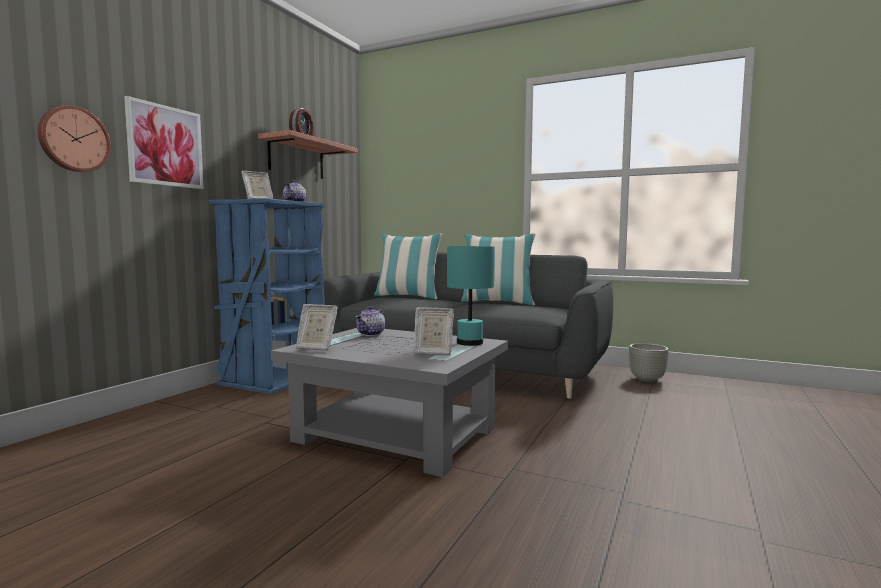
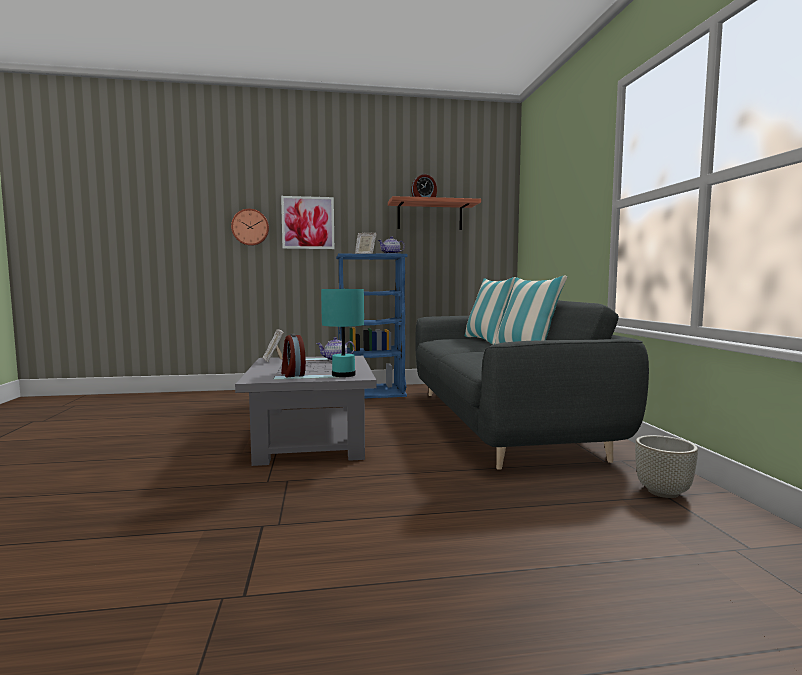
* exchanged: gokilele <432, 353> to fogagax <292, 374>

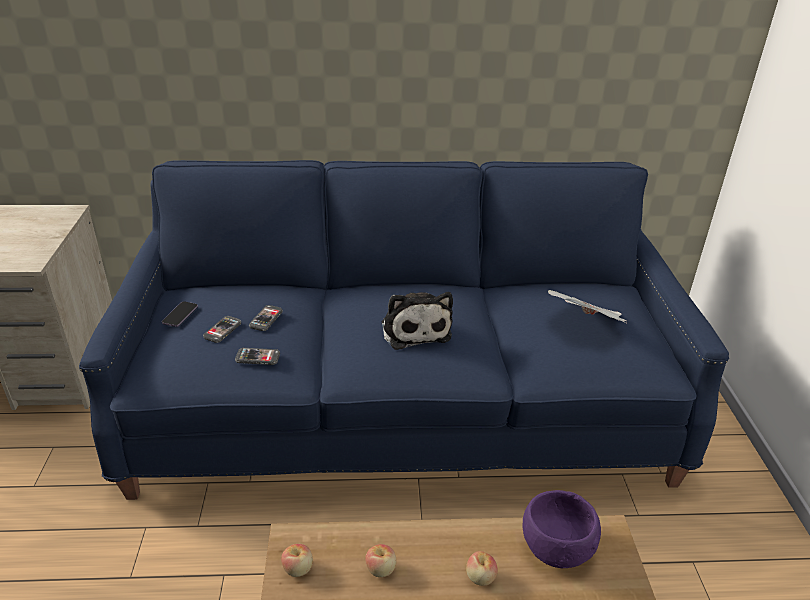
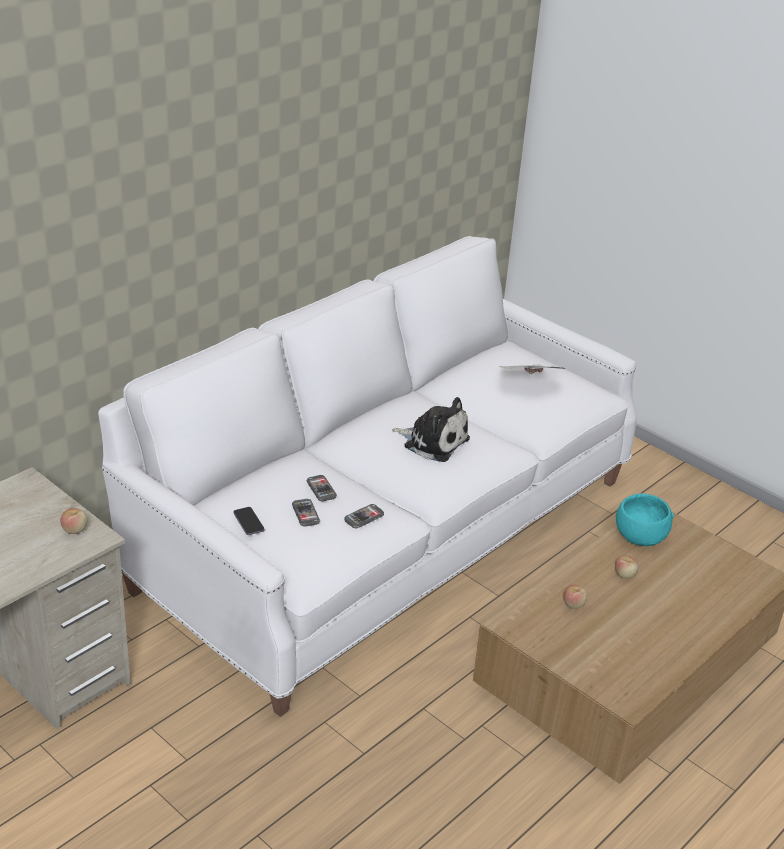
* colour: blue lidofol <402, 406> to white lidofol <385, 530>
* relocated: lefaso <298, 569> to <75, 530>
* colour: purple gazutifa <555, 546> to turquoise gazutifa <639, 536>

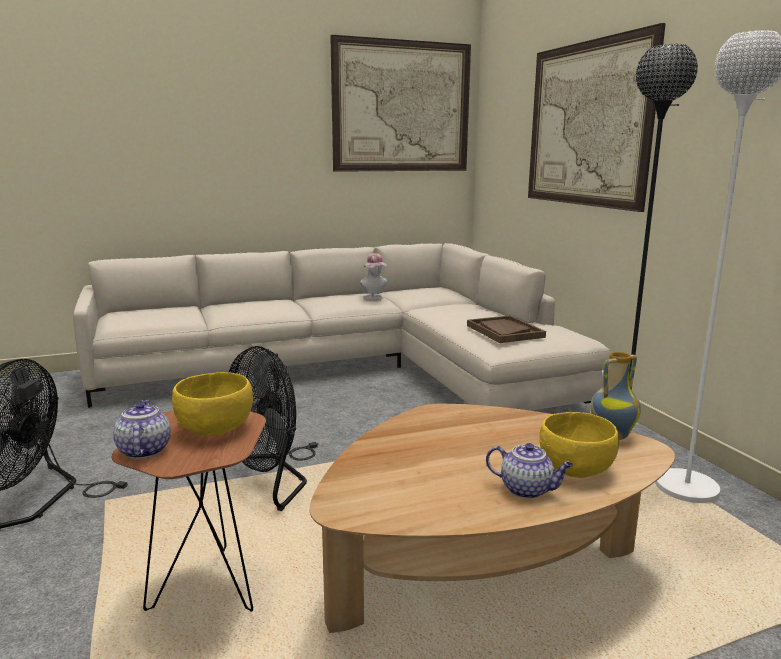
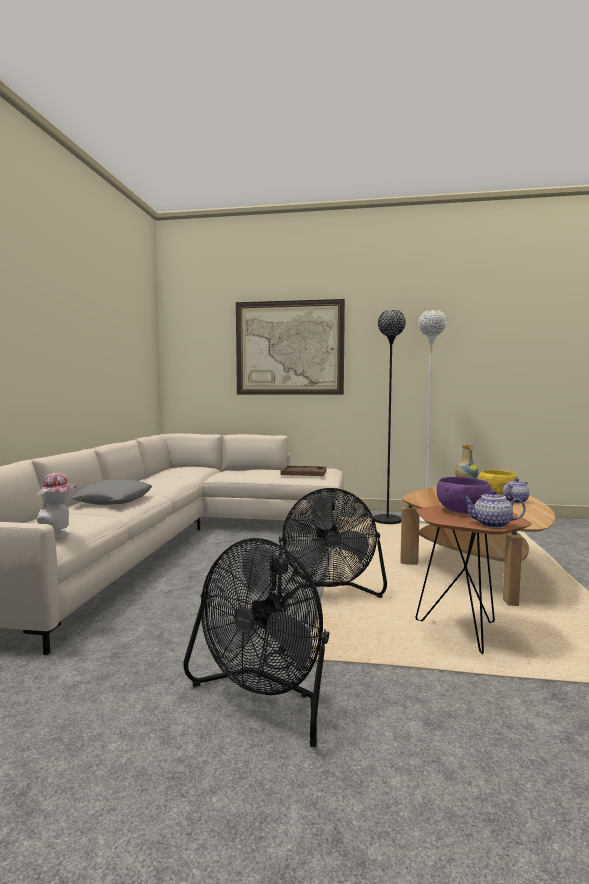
* colour: yellow gazutifa <216, 428> to purple gazutifa <462, 511>
* missing: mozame <402, 107>
* relocated: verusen <374, 298> to <58, 535>
* appeared: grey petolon <114, 499>

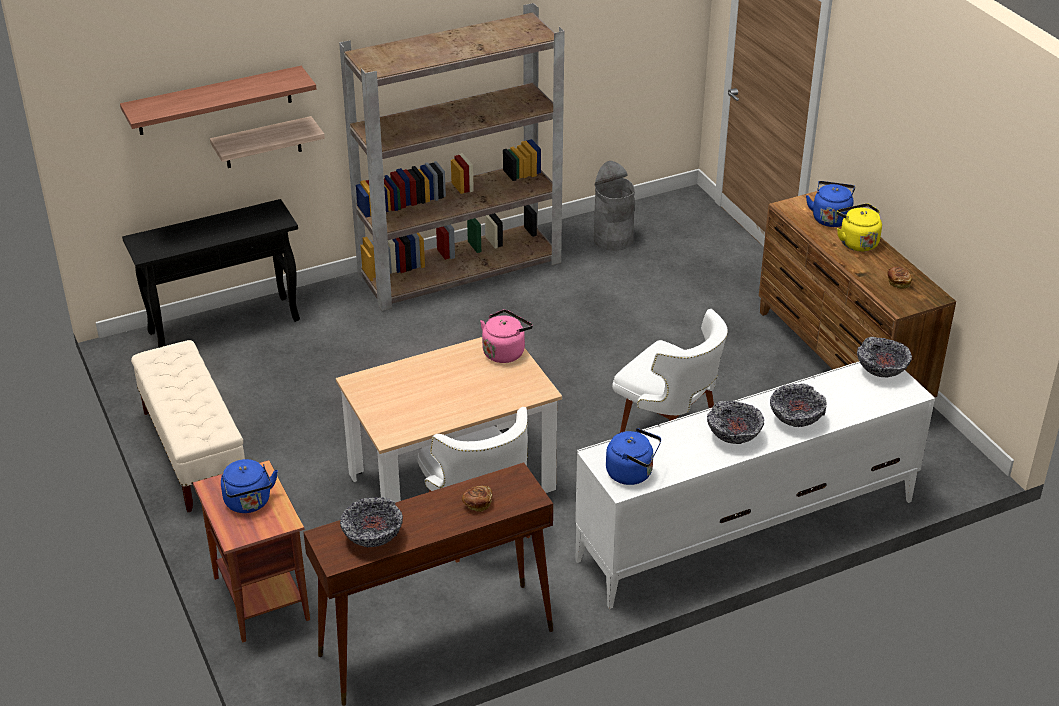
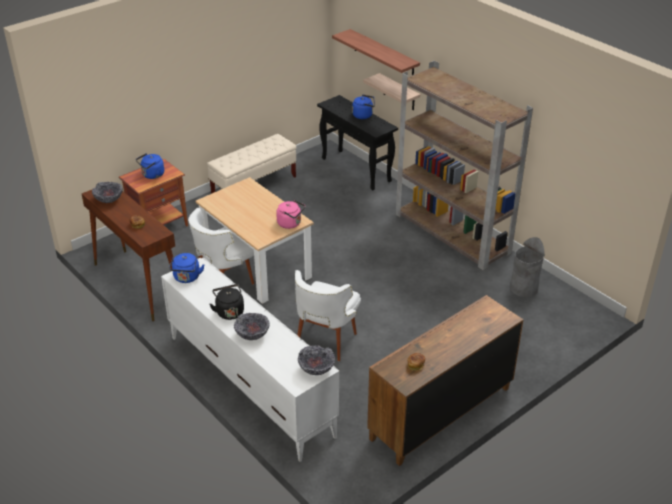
* exchanged: gazutifa <733, 436> to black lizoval <229, 311>
* relocated: blue lizoval <830, 218> to <364, 115>
* missing: yellow lizoval <856, 242>

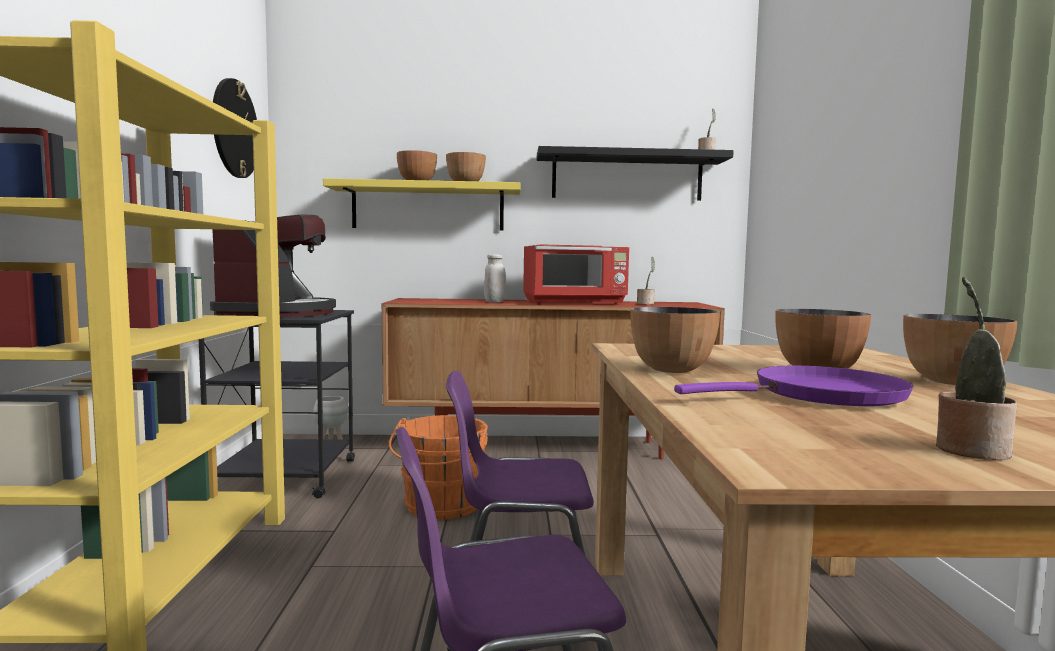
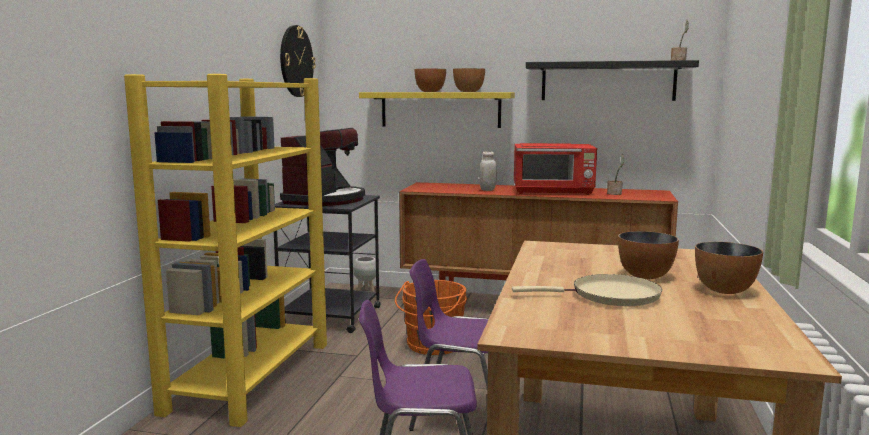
* missing: gazutifa <672, 370>
* colour: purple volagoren <820, 395> to beige volagoren <609, 296>
* missing: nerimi <969, 449>

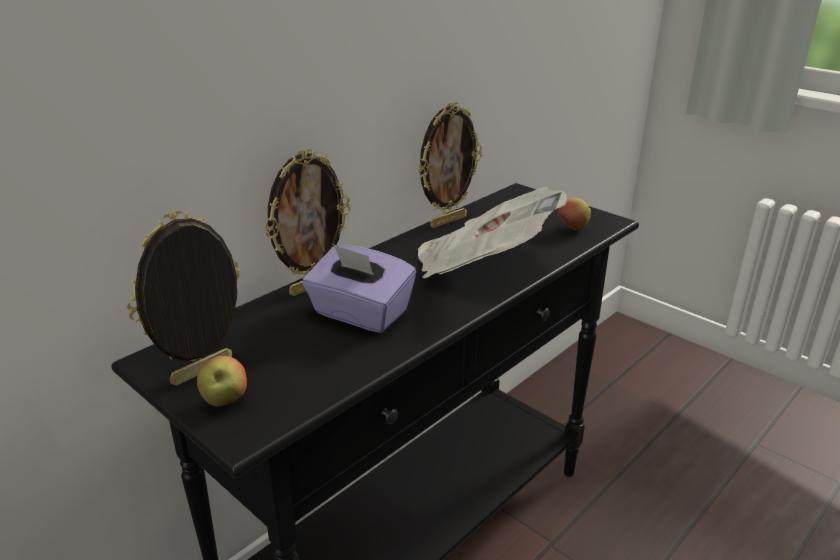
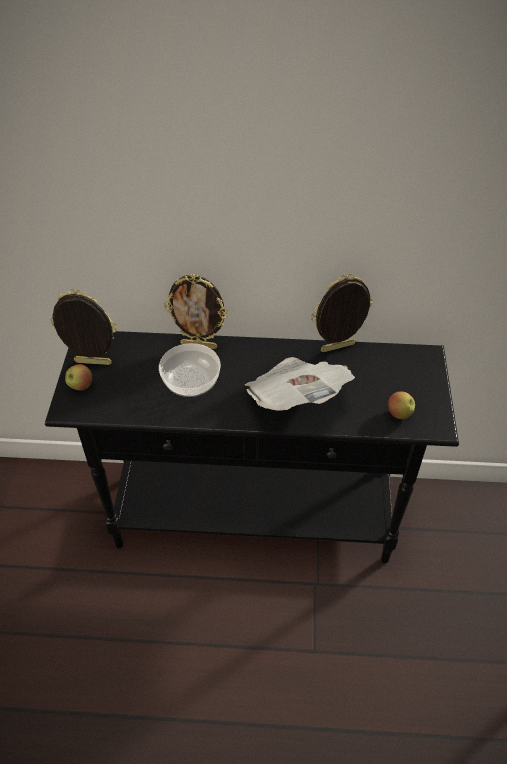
* exchanged: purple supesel <360, 314> to gazutifa <192, 381>
* spun: gokilele <447, 221> = <338, 348> 150 degrees clockwise

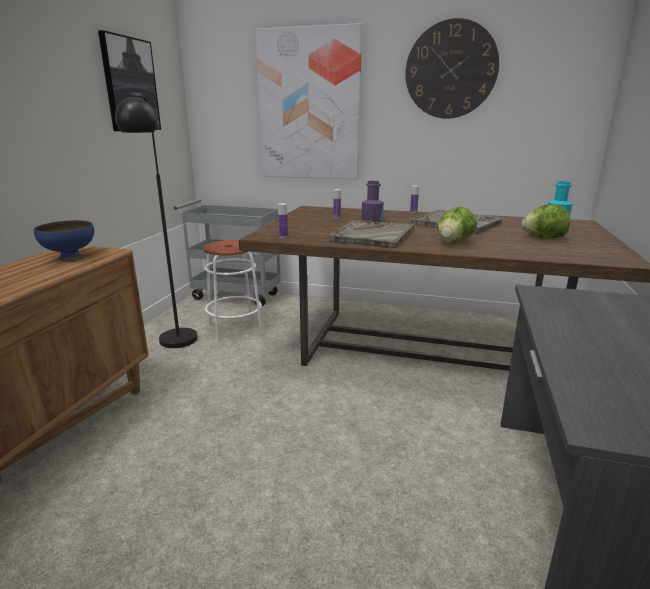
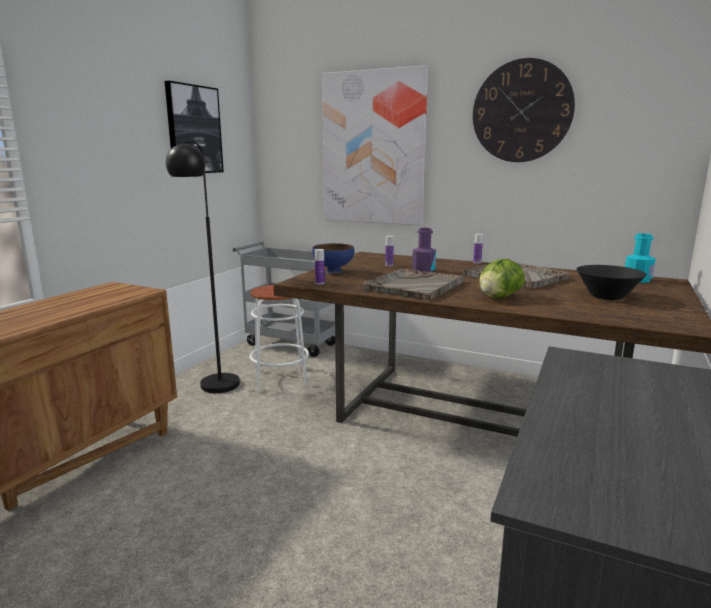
* relocated: blue gazutifa <70, 257> to <333, 272>
* exchanged: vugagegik <543, 238> to black gazutifa <607, 297>

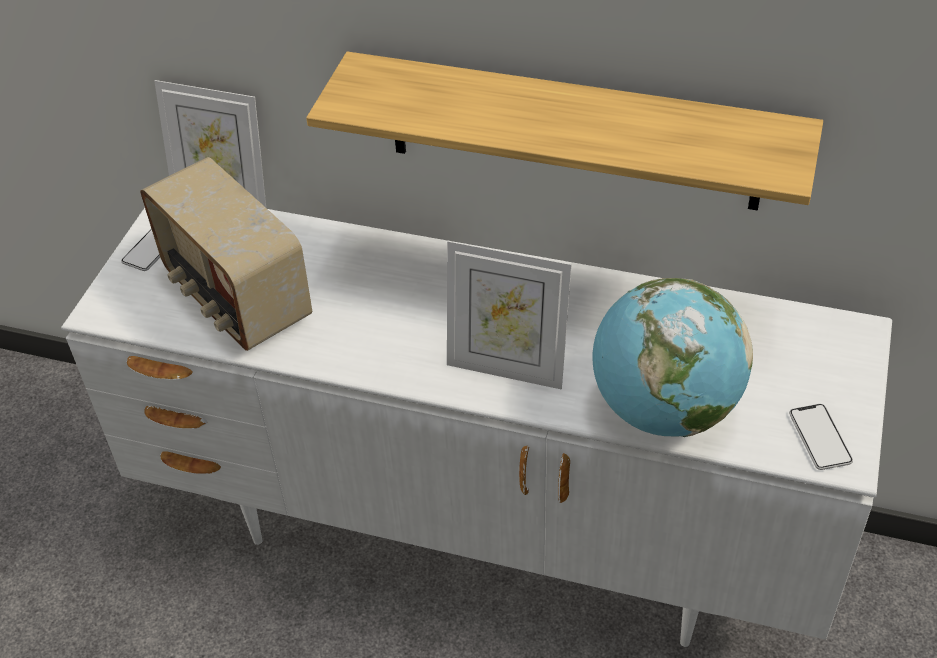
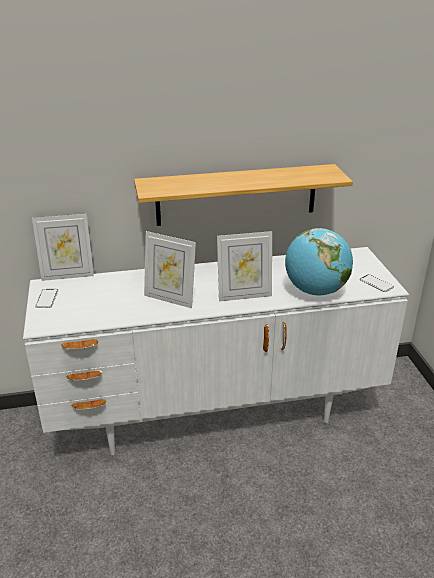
* missing: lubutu <235, 298>
* appeared: gokilele <170, 299>

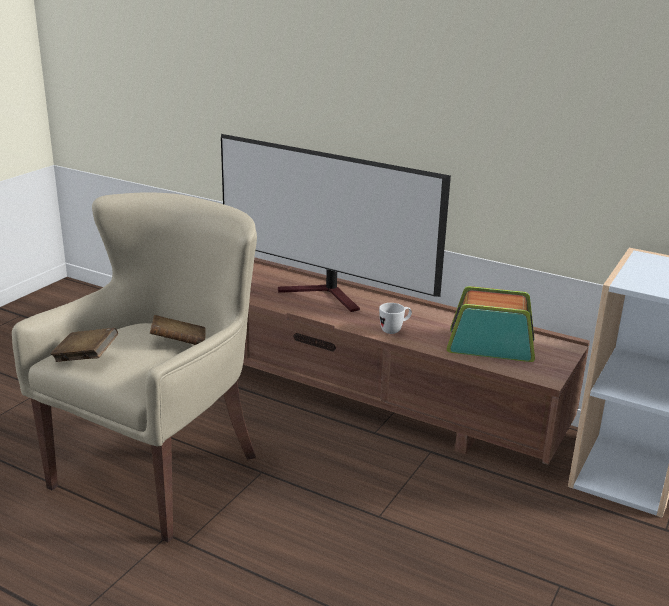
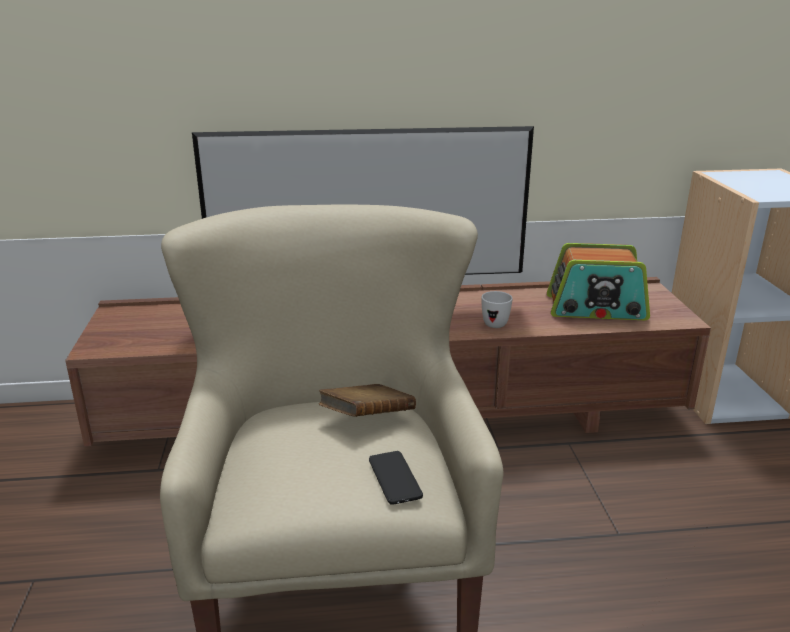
* missing: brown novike <86, 358>
* spun: lubutu <490, 346> = <596, 308> 150 degrees counterclockwise
* appeared: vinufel <394, 478>

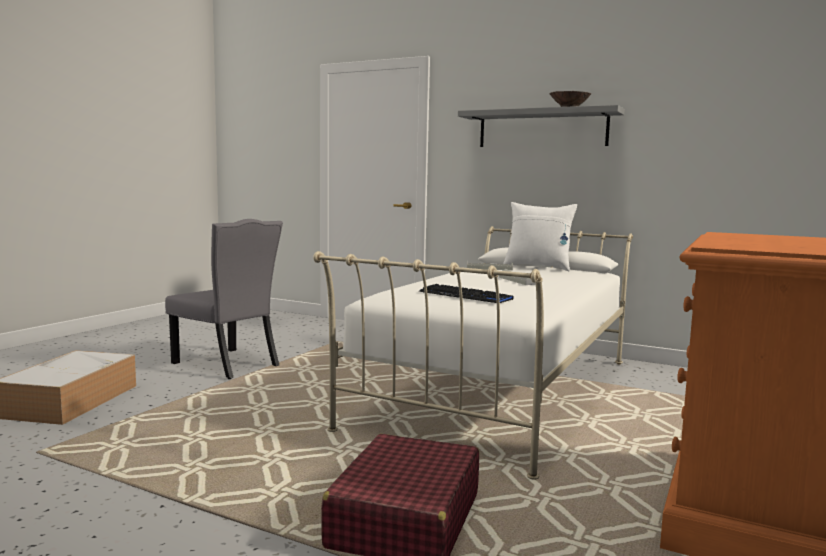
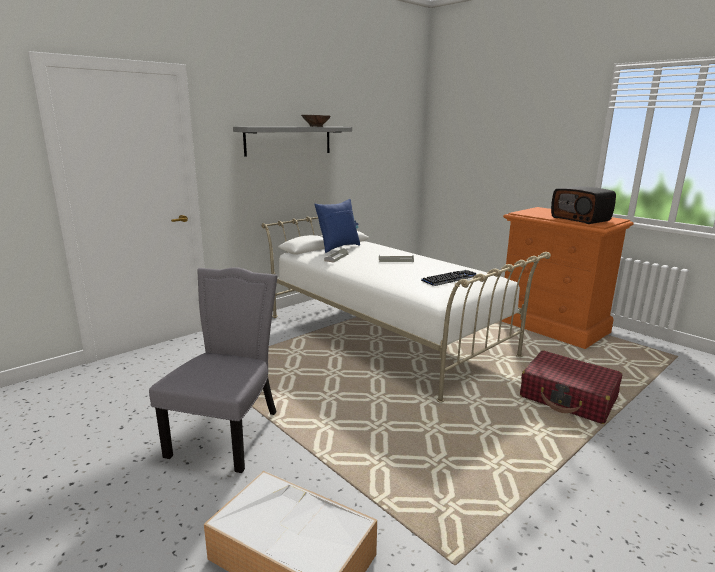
* spun: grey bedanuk <226, 363> = <226, 436> 45 degrees counterclockwise
* colour: white petolon <537, 267> to blue petolon <338, 248>
* appeared: lubutu <581, 219>

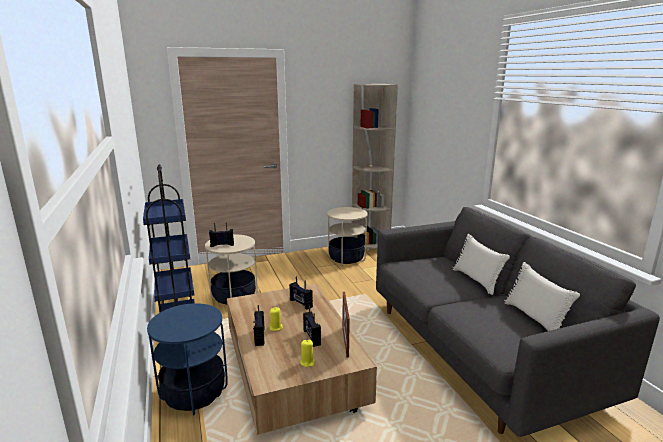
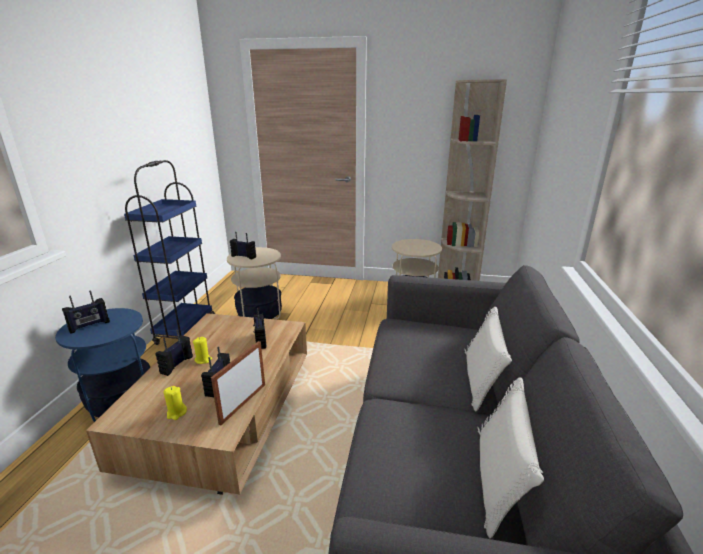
* appeared: lubutu <89, 326>

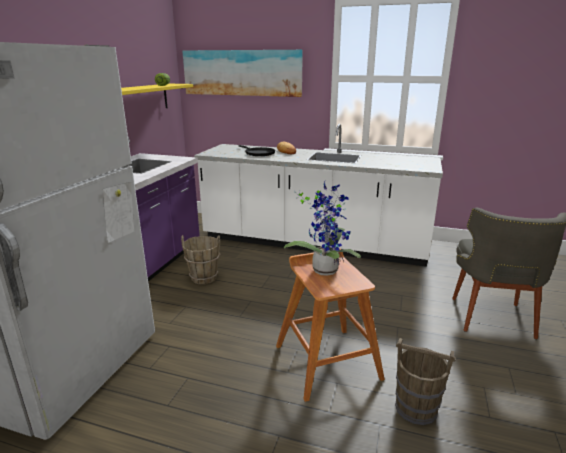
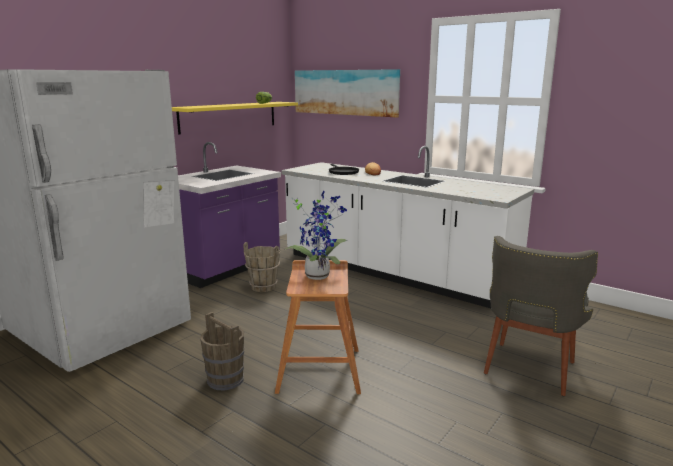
* relocated: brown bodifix <416, 408> to <225, 380>

